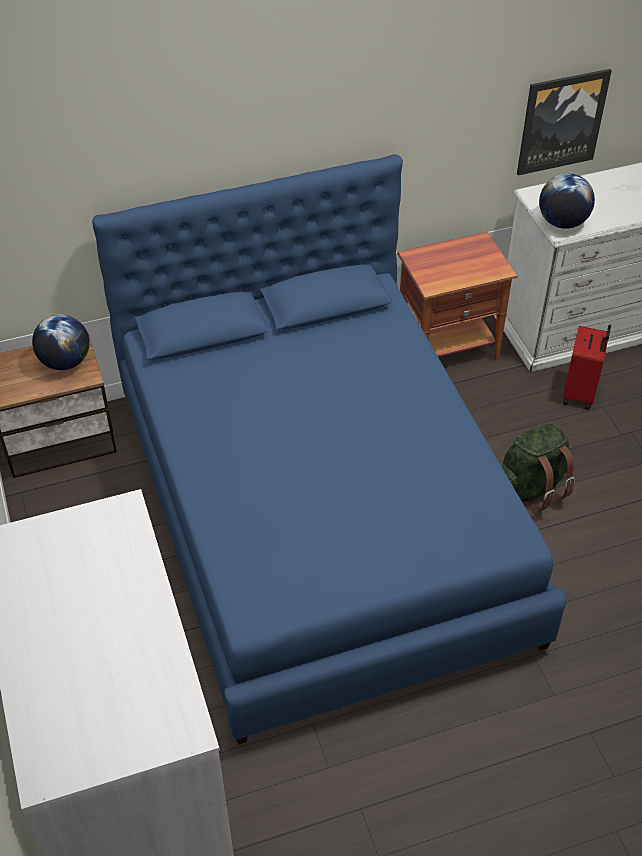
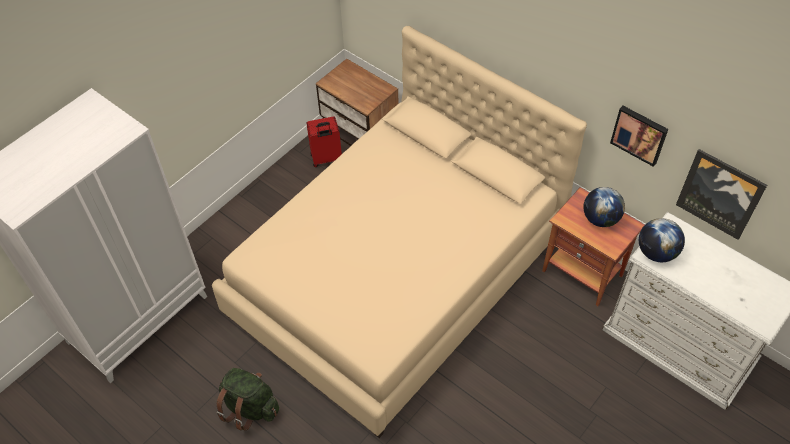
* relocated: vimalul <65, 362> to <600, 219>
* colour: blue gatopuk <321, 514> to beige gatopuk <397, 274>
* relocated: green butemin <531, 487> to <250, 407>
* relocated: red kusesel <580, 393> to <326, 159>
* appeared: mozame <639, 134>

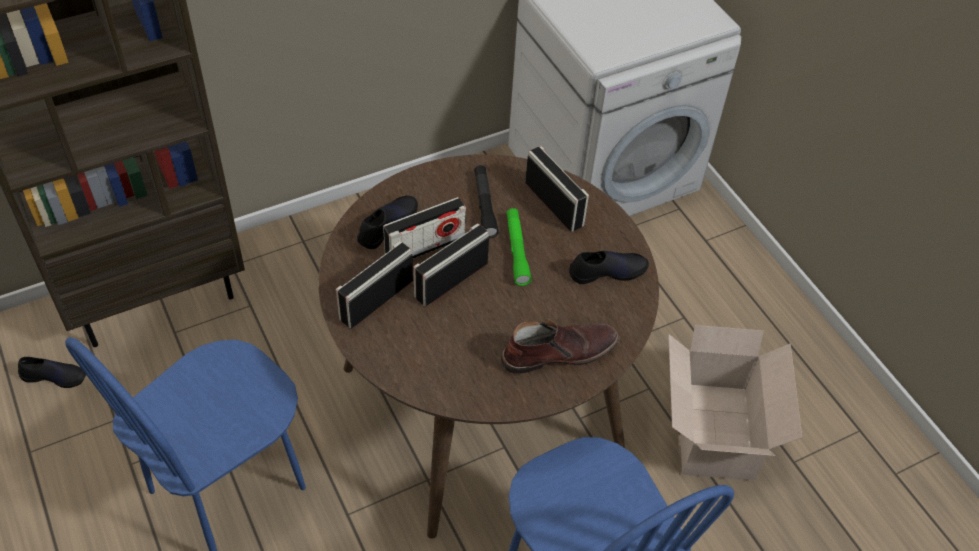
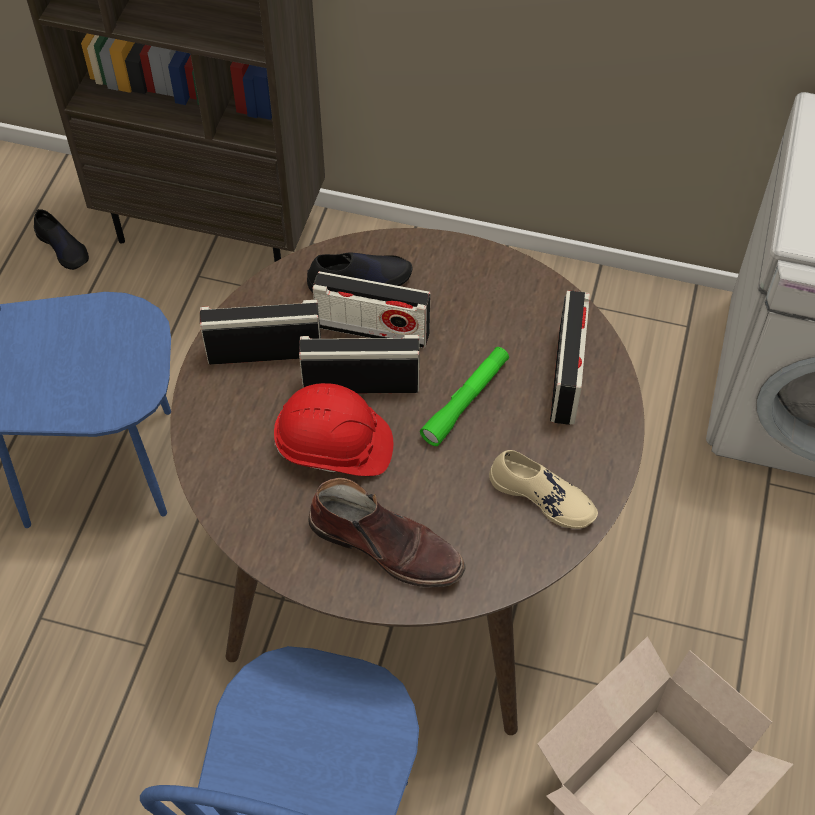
* missing: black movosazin <484, 205>
* colour: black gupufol <607, 271> to beige gupufol <543, 496>
* appeared: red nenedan <334, 447>

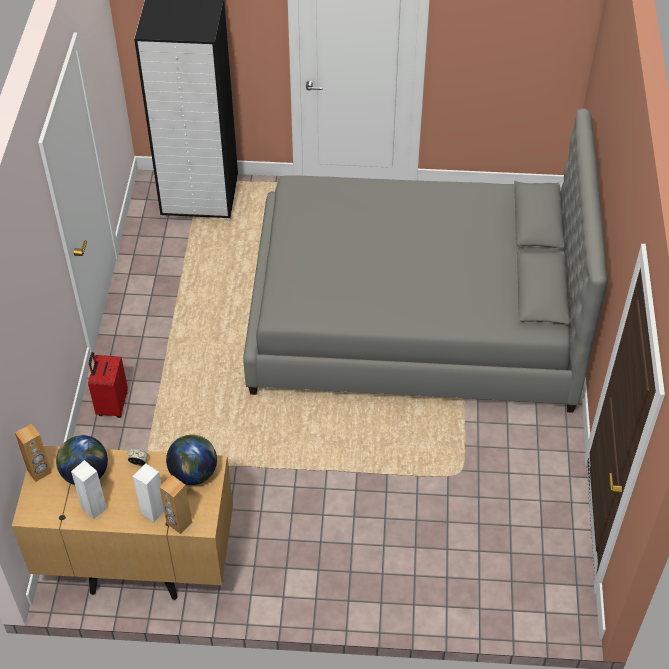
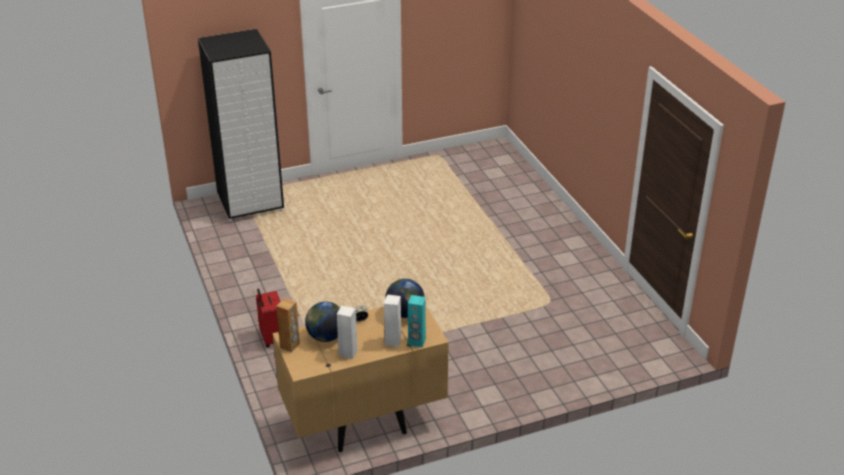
* colour: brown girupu <179, 523> to turquoise girupu <416, 342>
* missing: grey gatopuk <414, 318>

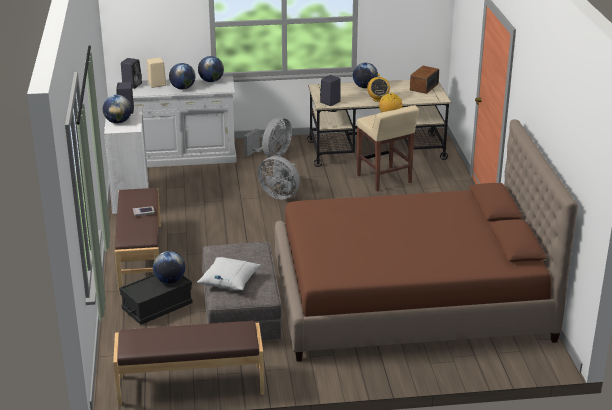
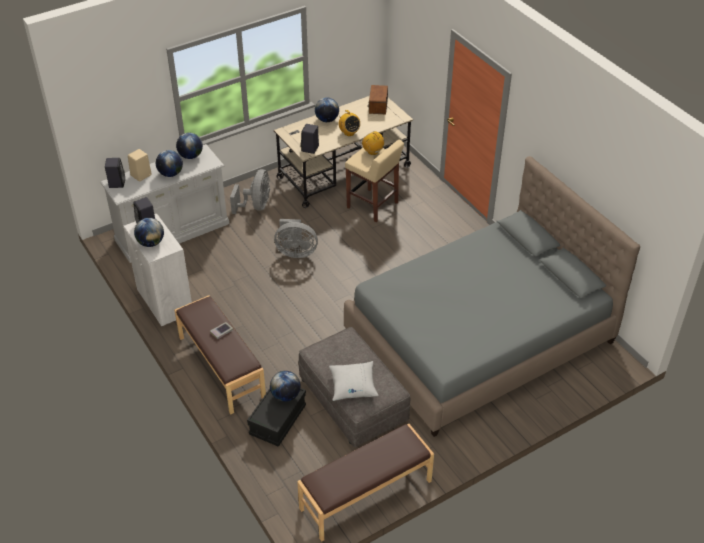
* colour: brown gatopuk <410, 300> to grey gatopuk <479, 337>

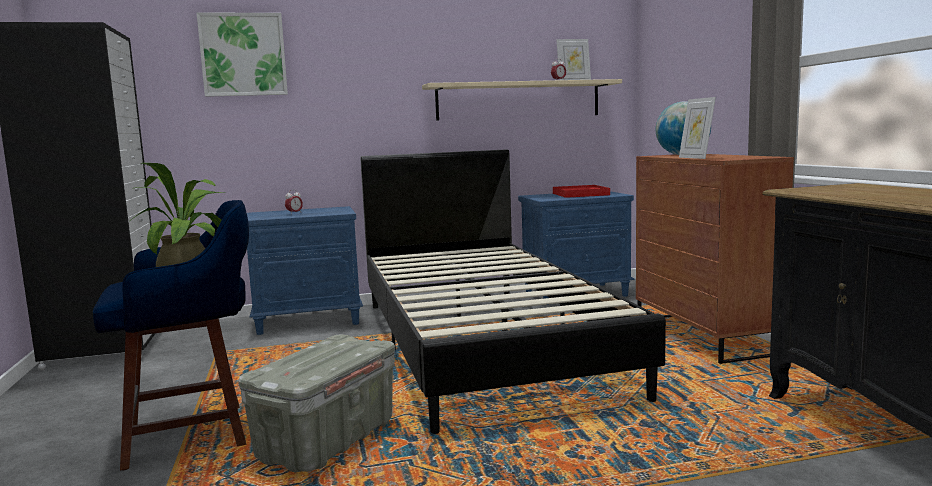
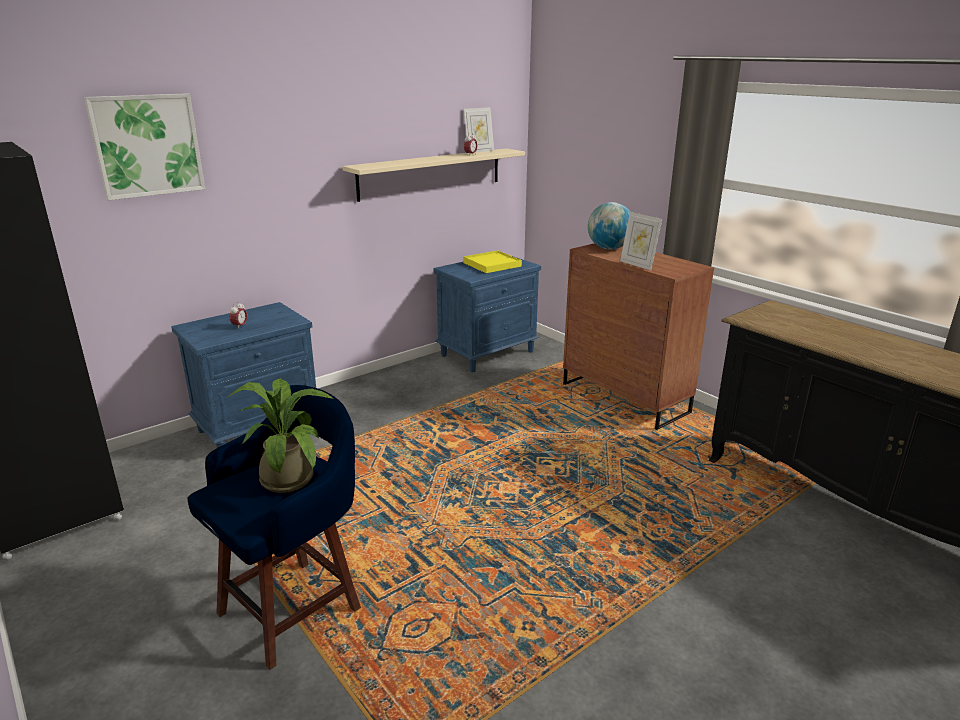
* missing: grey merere <327, 441>
* missing: black gatopuk <481, 343>
* colour: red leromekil <580, 194> to yellow leromekil <491, 264>

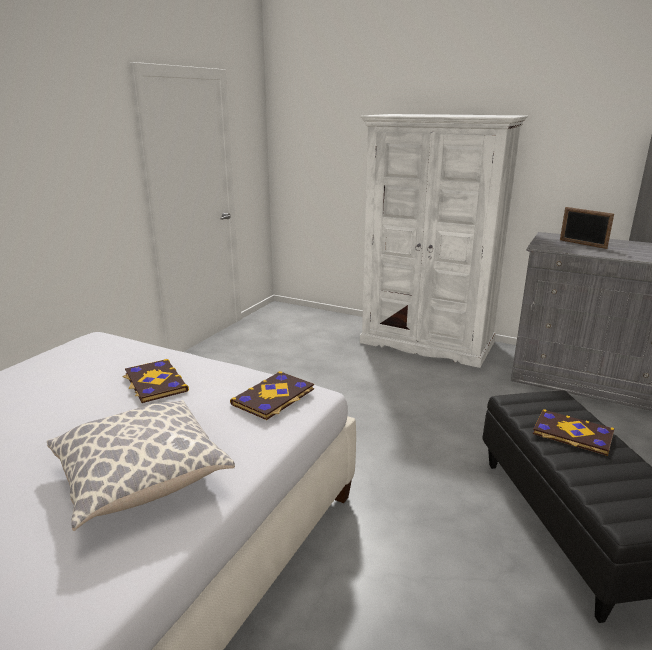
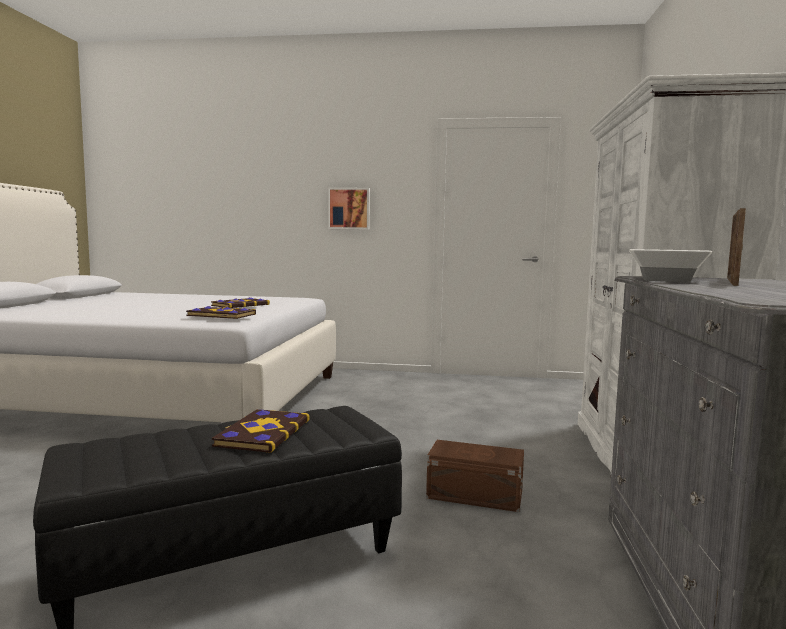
* missing: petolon <141, 480>
* appeared: mozame <349, 208>
* appeared: brown merere <476, 496>
* appeared: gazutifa <664, 280>

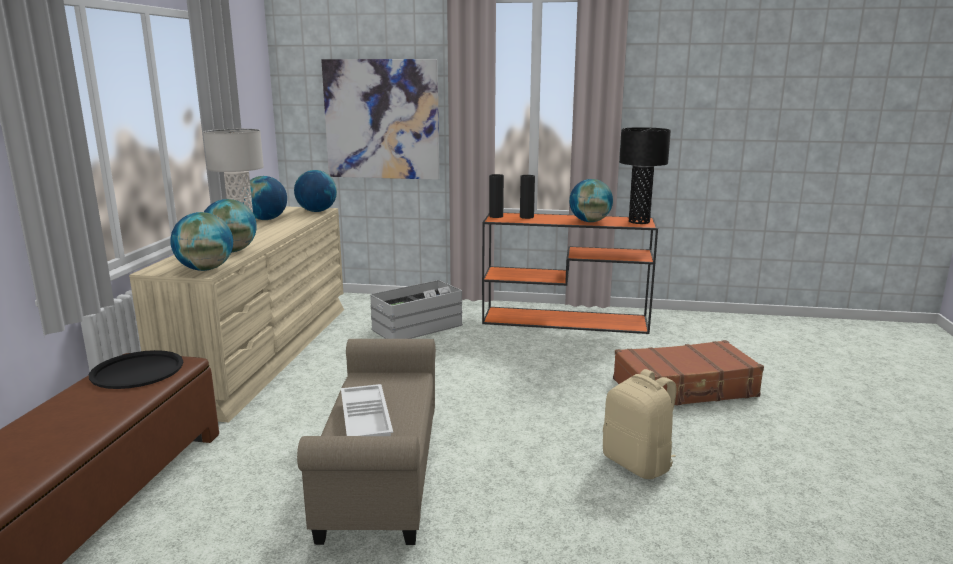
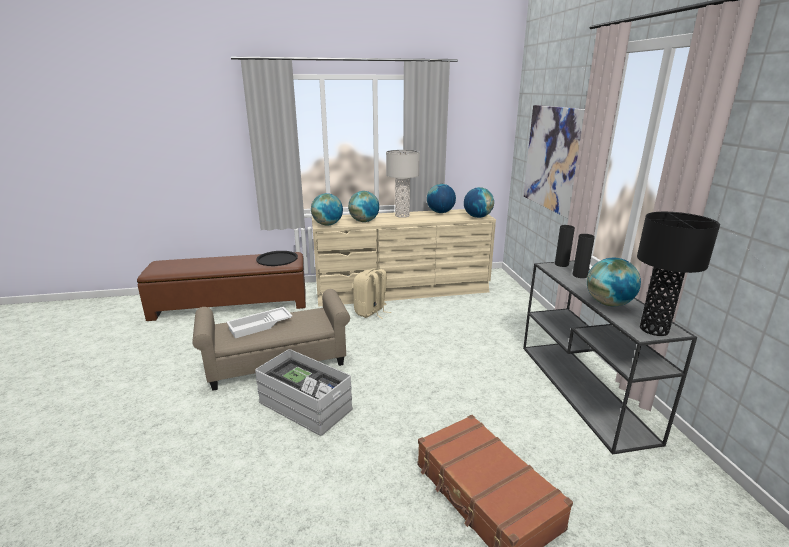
* relocated: grey merere <417, 327> to <306, 404>
* colour: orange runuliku <566, 320> to grey runuliku <584, 390>
* relocated: beige butemin <638, 464> to <371, 312>

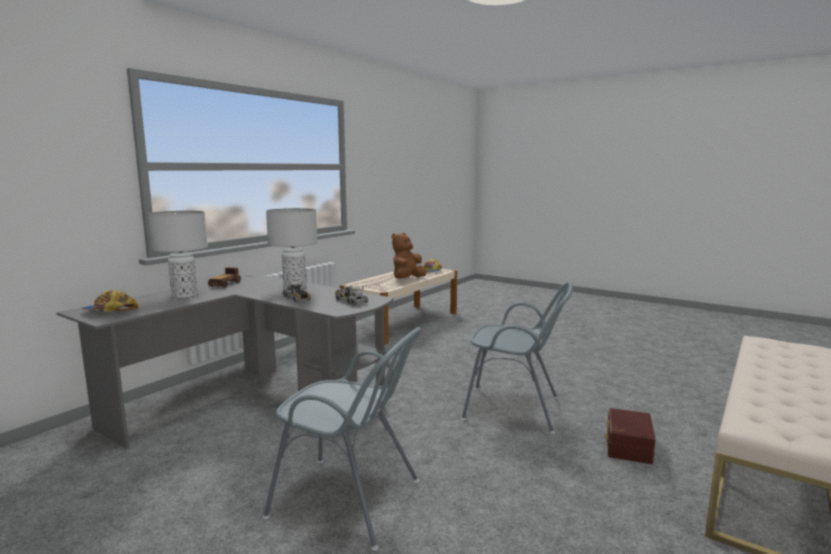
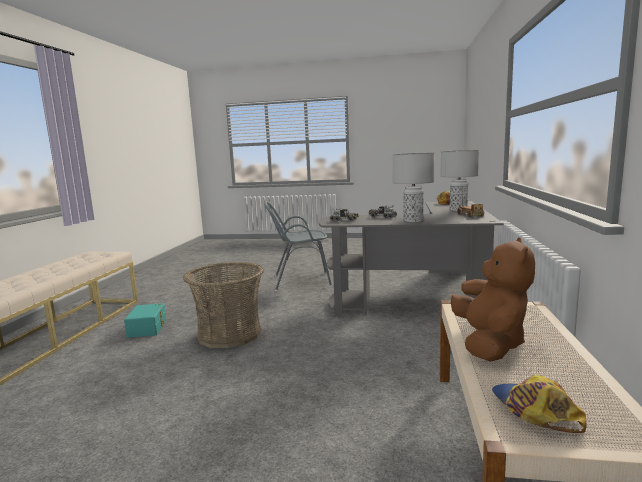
* exchanged: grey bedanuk <516, 409> to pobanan <229, 334>
* colour: brown merere <626, 446> to turquoise merere <148, 328>

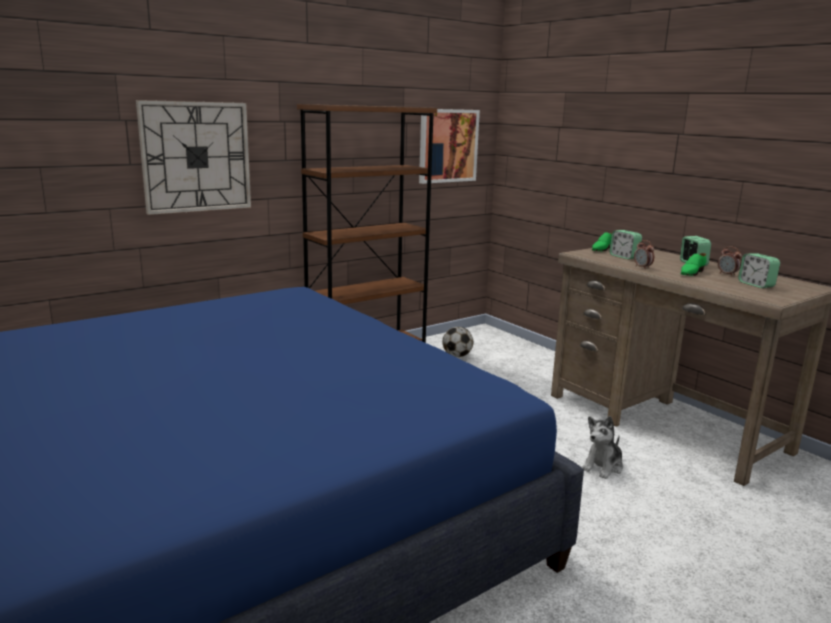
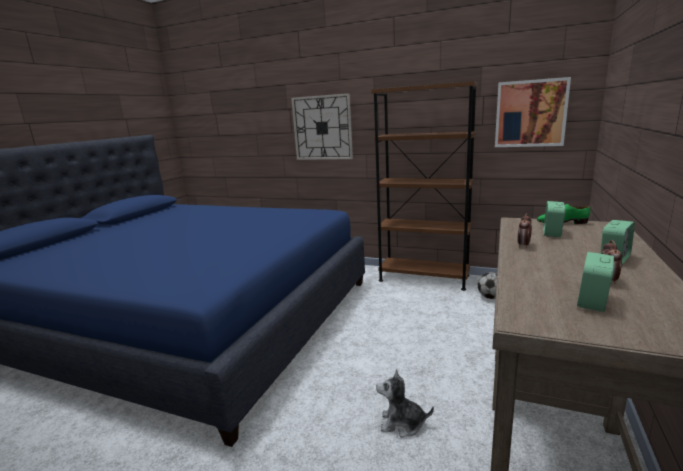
* missing: green gupufol <691, 273>

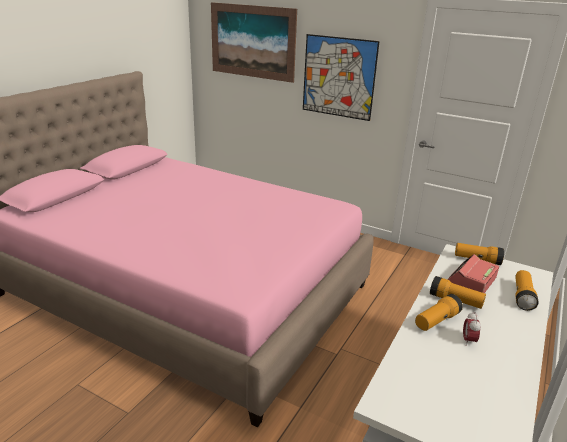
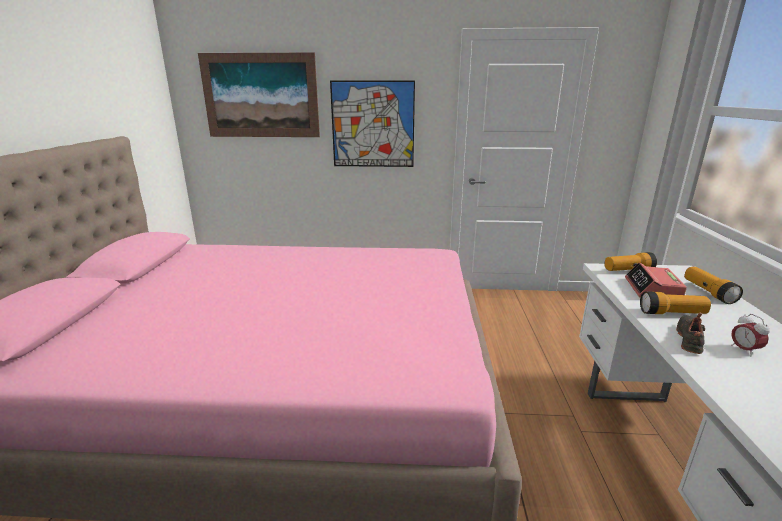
* exchanged: movosazin <436, 321> to black gupufol <690, 339>

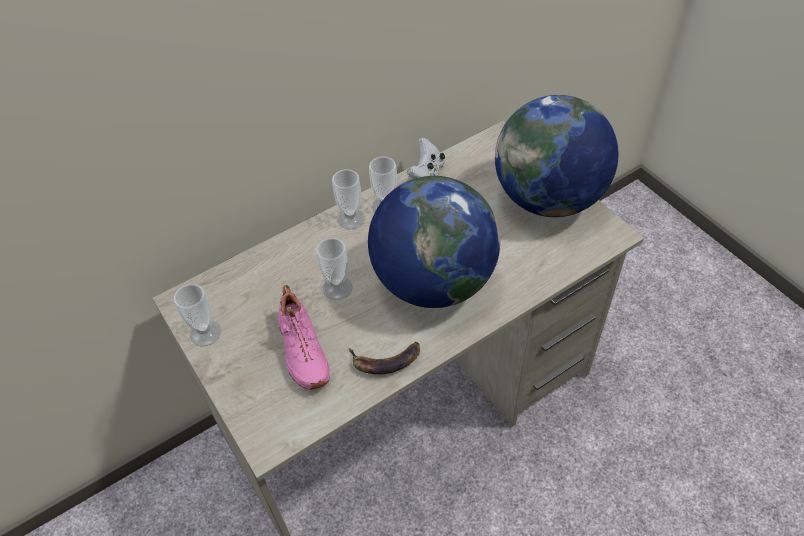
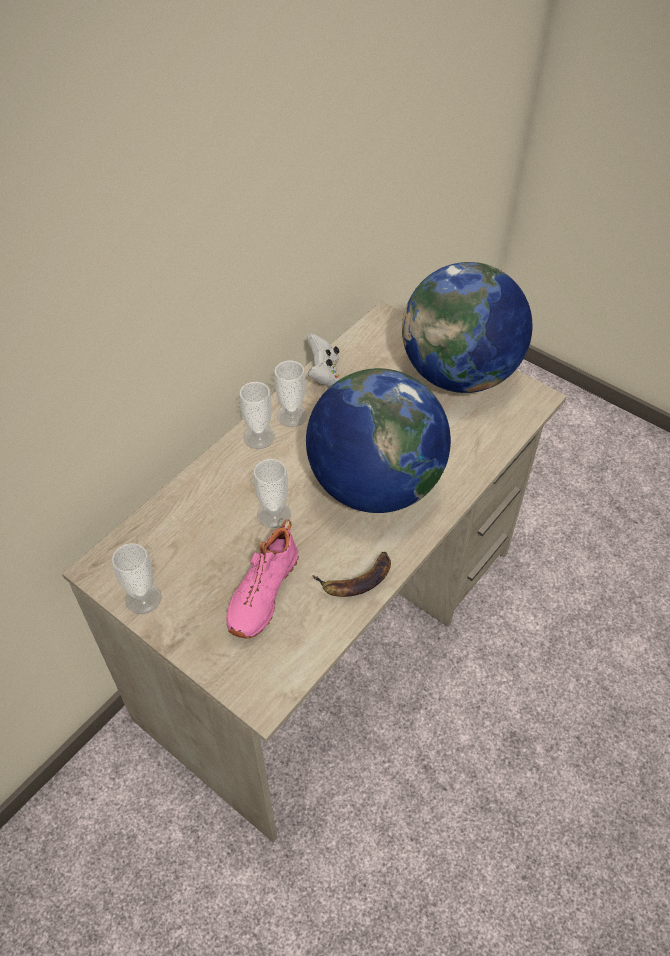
* spun: pink gupufol <301, 351> = <261, 591> 60 degrees clockwise

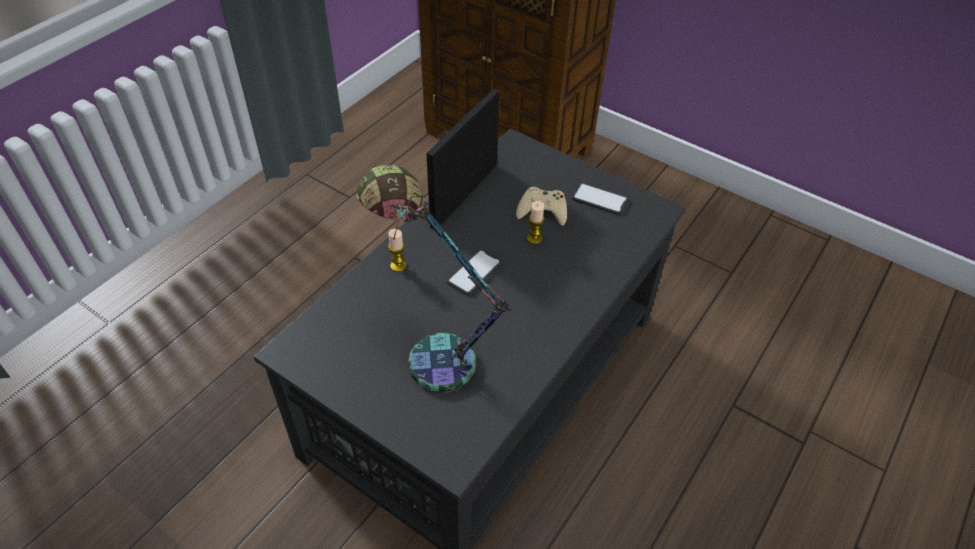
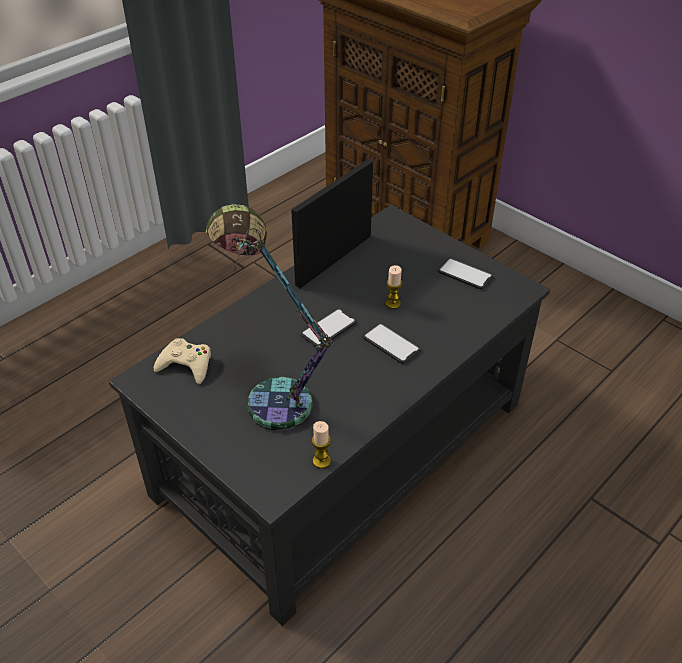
* relocated: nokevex <398, 266> to <321, 461>
* relocated: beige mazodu <542, 210> to <186, 365>
* appeared: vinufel <391, 343>

